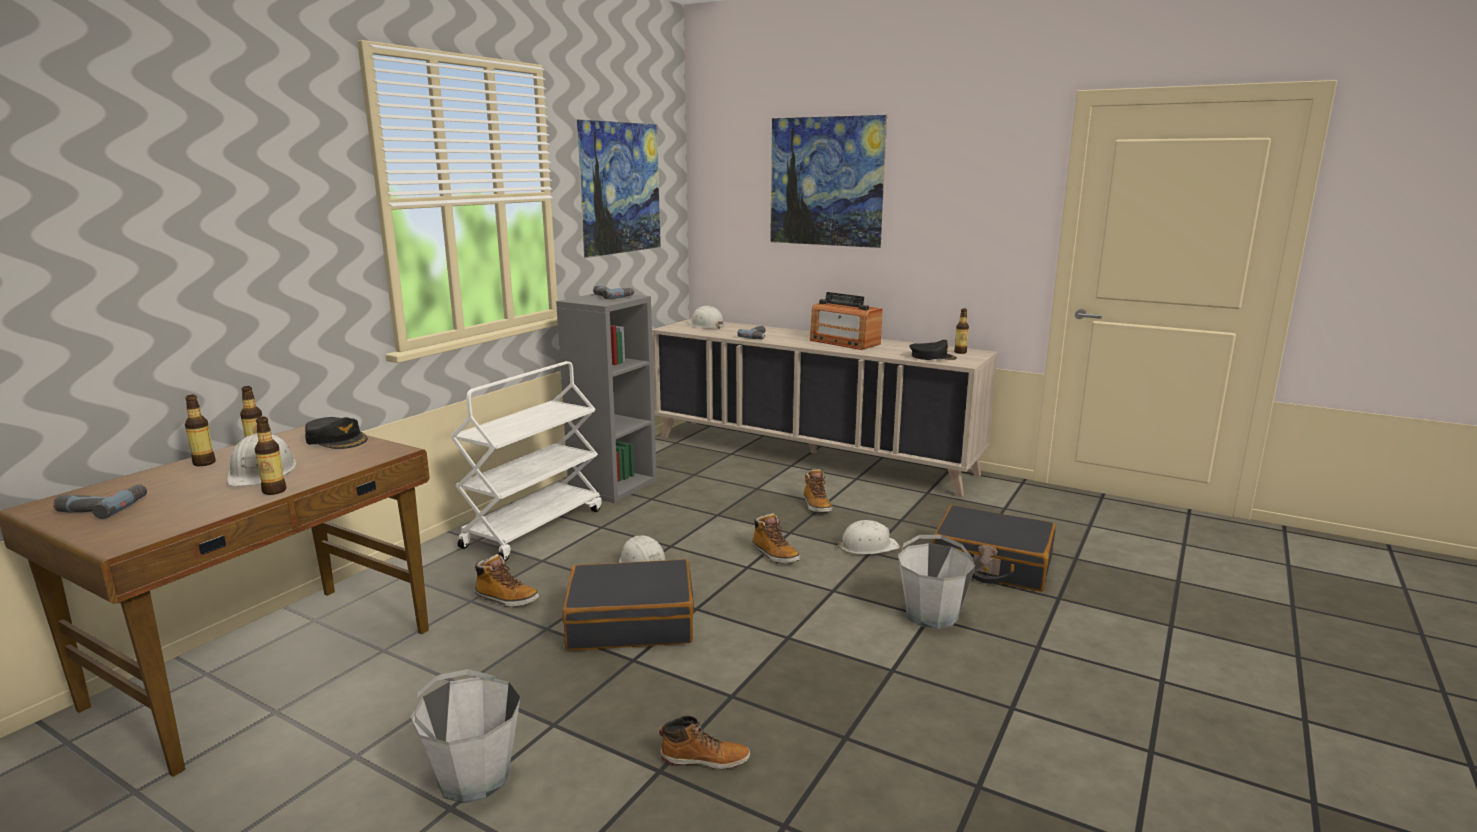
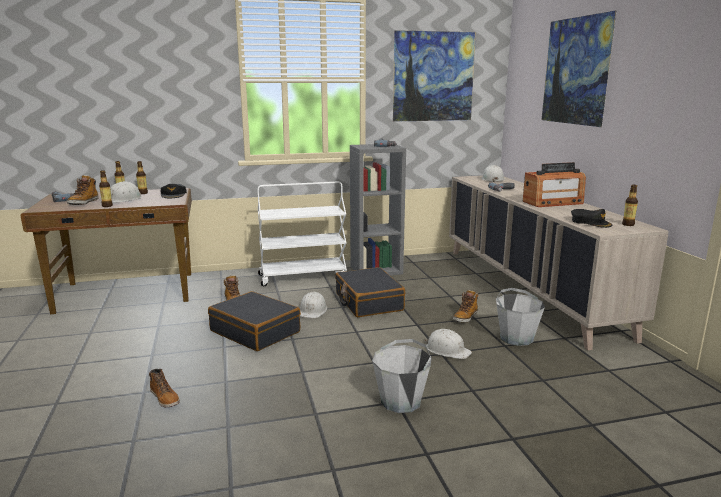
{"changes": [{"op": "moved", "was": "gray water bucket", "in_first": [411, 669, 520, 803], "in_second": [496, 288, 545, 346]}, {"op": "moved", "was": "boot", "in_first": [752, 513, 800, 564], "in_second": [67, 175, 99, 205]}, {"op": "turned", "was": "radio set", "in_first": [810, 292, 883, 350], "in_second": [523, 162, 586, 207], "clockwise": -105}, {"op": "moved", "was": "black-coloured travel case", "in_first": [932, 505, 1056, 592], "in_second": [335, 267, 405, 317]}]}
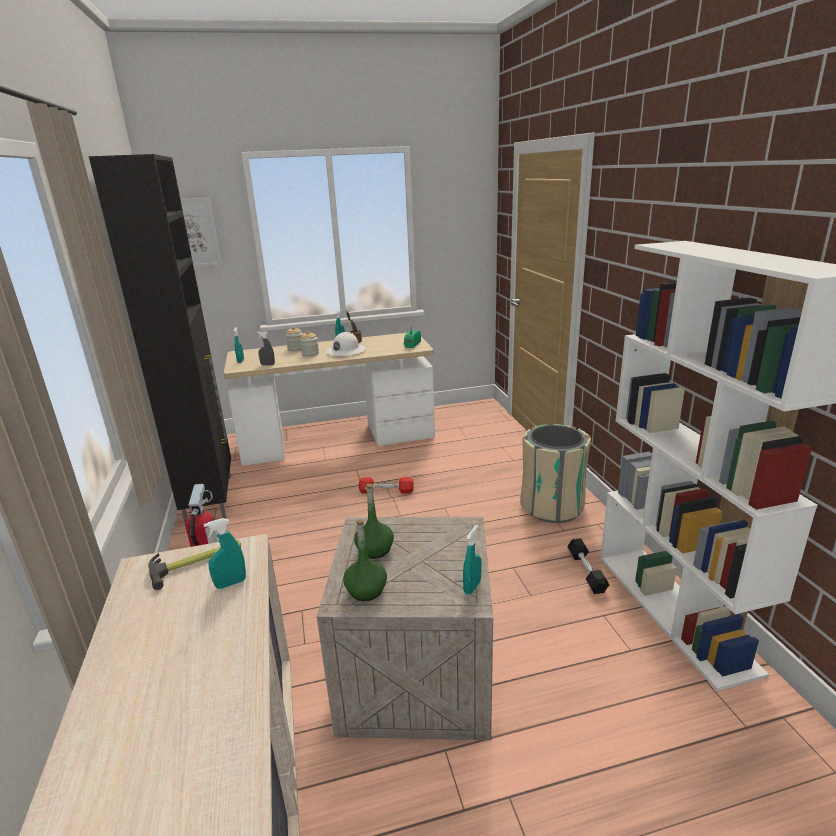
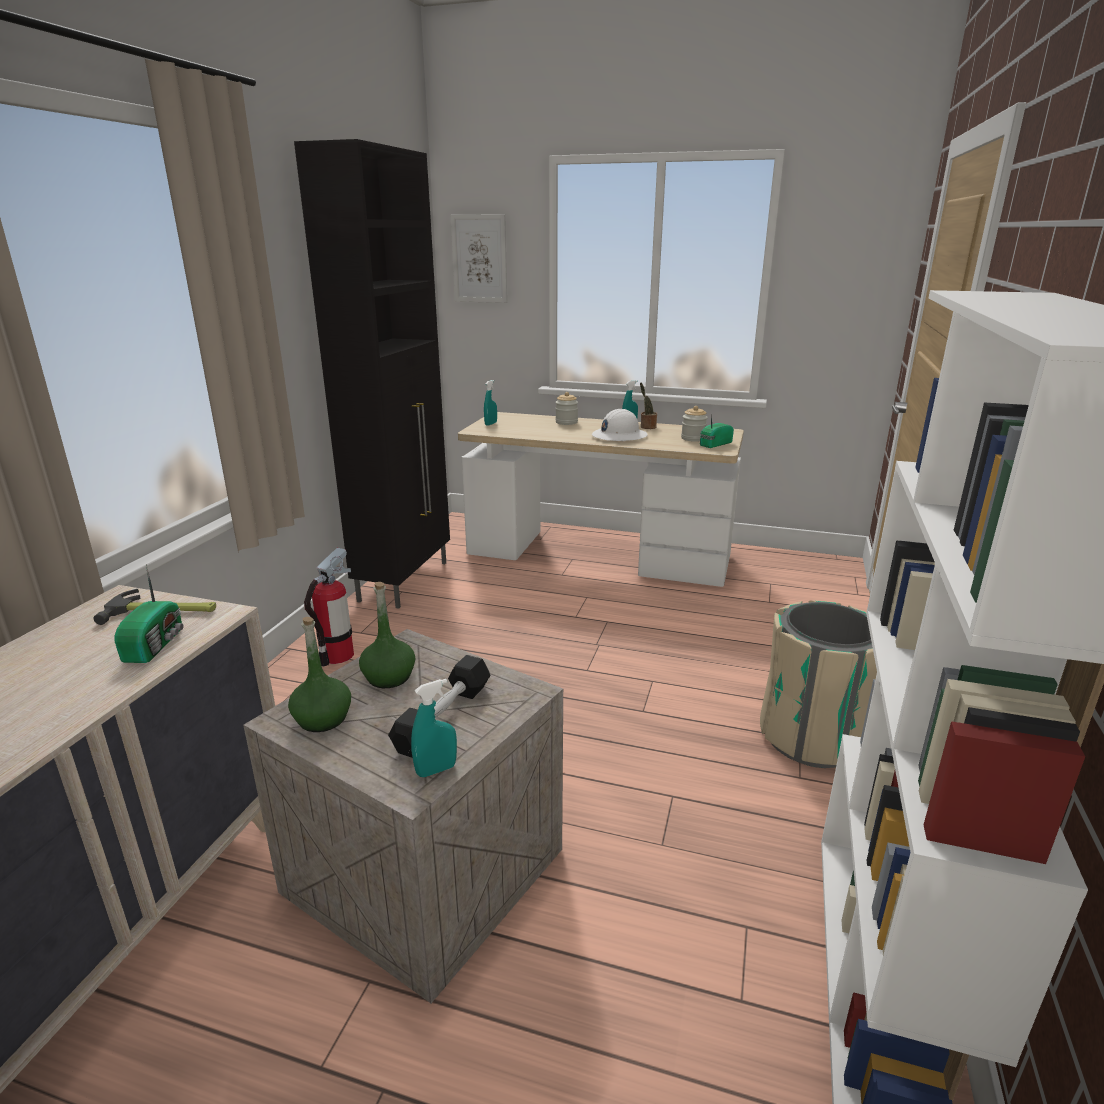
{"changes": [{"op": "replaced", "was": "blue-green spray bottle", "now": "radio set", "in_first": [204, 518, 246, 589], "in_second": [114, 564, 184, 663]}, {"op": "removed", "was": "gray spray bottle", "in_first": [257, 331, 275, 366]}, {"op": "moved", "was": "preserve jar", "in_first": [300, 331, 319, 357], "in_second": [681, 406, 708, 442]}, {"op": "removed", "was": "red free weight", "in_first": [359, 477, 414, 493]}, {"op": "moved", "was": "black-coloured free weight", "in_first": [567, 538, 609, 594], "in_second": [388, 655, 490, 758]}]}
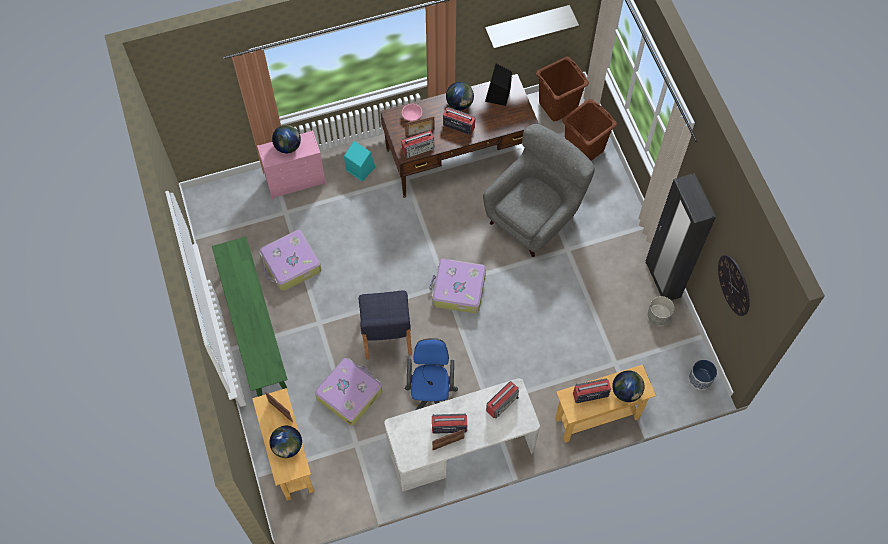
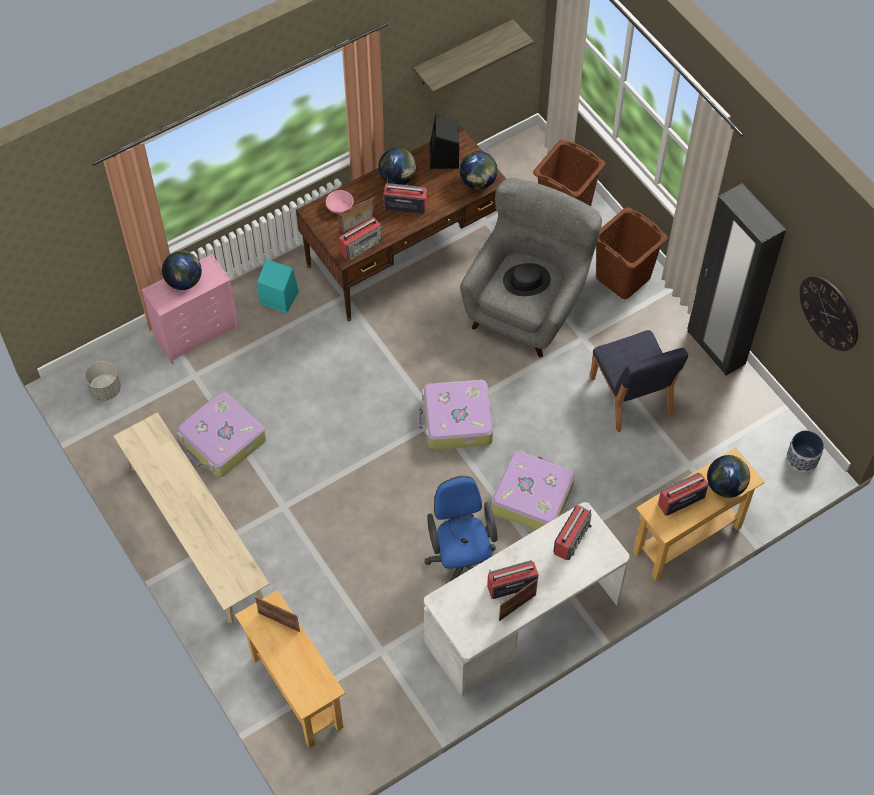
{"changes": [{"op": "recoloured", "was": "green bench", "now": "beige-coloured bench", "in_first": [212, 236, 287, 397], "in_second": [113, 412, 270, 623]}, {"op": "moved", "was": "desk globe", "in_first": [270, 426, 302, 458], "in_second": [460, 151, 498, 190]}, {"op": "moved", "was": "travel case", "in_first": [315, 358, 382, 426], "in_second": [491, 450, 575, 530]}, {"op": "moved", "was": "blue-coloured chair", "in_first": [359, 290, 412, 359], "in_second": [590, 330, 688, 432]}, {"op": "moved", "was": "brown washing basket", "in_first": [536, 57, 589, 121], "in_second": [596, 207, 668, 299]}, {"op": "moved", "was": "gray flower pot", "in_first": [647, 296, 674, 326], "in_second": [85, 361, 121, 401]}, {"op": "added", "now": "black-coloured clothing hat", "in_second": [503, 263, 551, 296]}]}
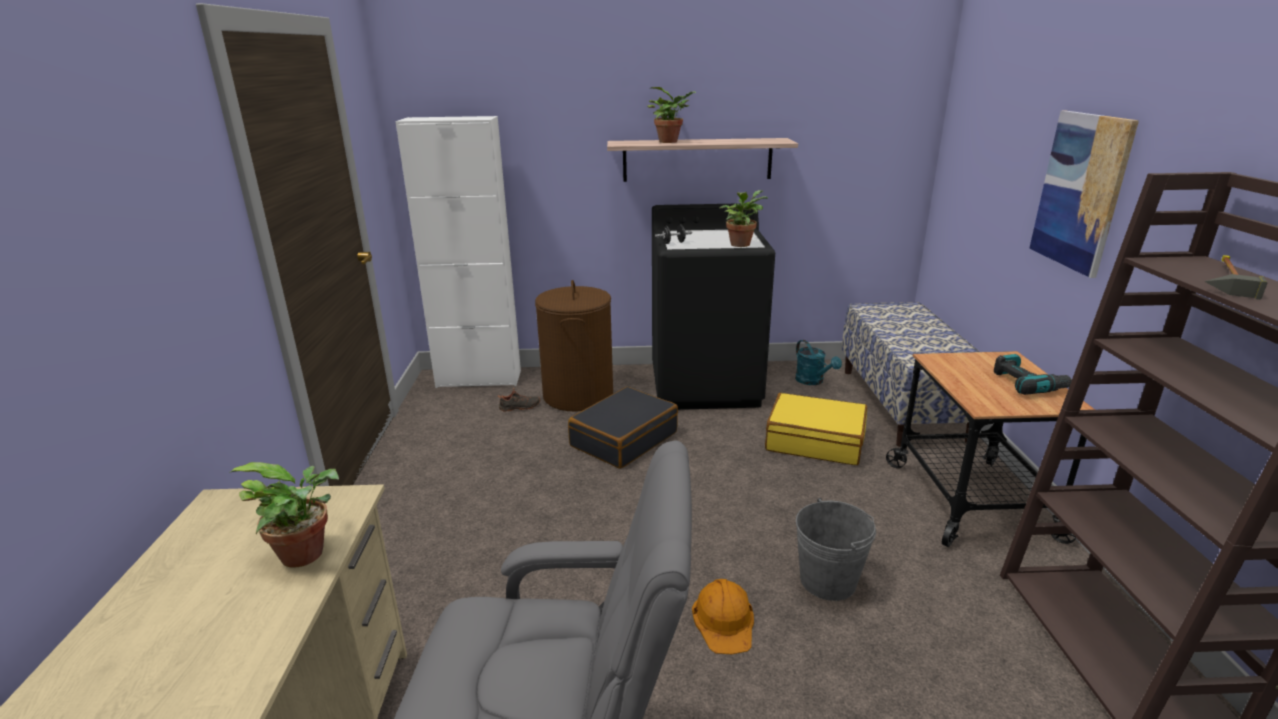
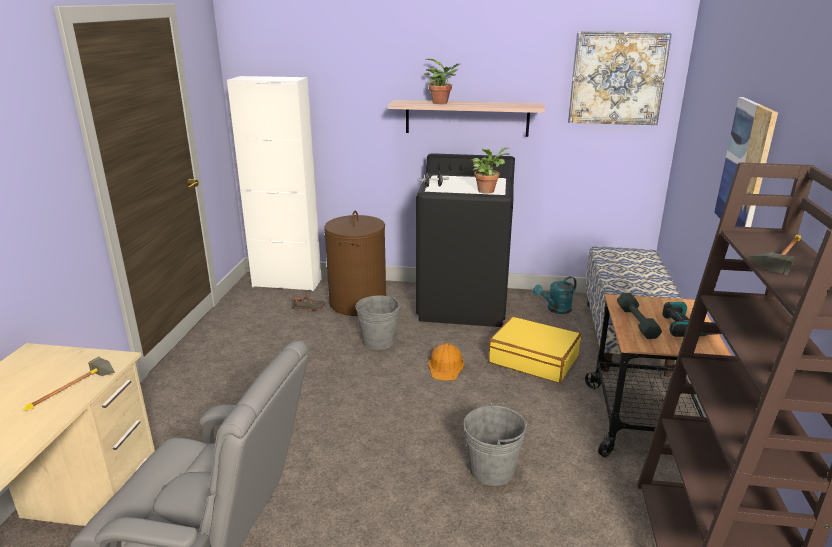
{"changes": [{"op": "replaced", "was": "potted plant", "now": "hand hammer", "in_first": [229, 462, 339, 567], "in_second": [23, 357, 115, 410]}, {"op": "replaced", "was": "black-coloured travel case", "now": "gray water bucket", "in_first": [568, 387, 678, 469], "in_second": [355, 296, 400, 350]}, {"op": "moved", "was": "orange work helmet", "in_first": [692, 579, 754, 654], "in_second": [428, 343, 464, 380]}, {"op": "turned", "was": "blue-green watering pot", "in_first": [795, 340, 842, 385], "in_second": [533, 276, 577, 314], "clockwise": 75}, {"op": "added", "now": "wall art", "in_second": [568, 31, 672, 125]}, {"op": "added", "now": "gray free weight", "in_second": [617, 293, 662, 339]}]}
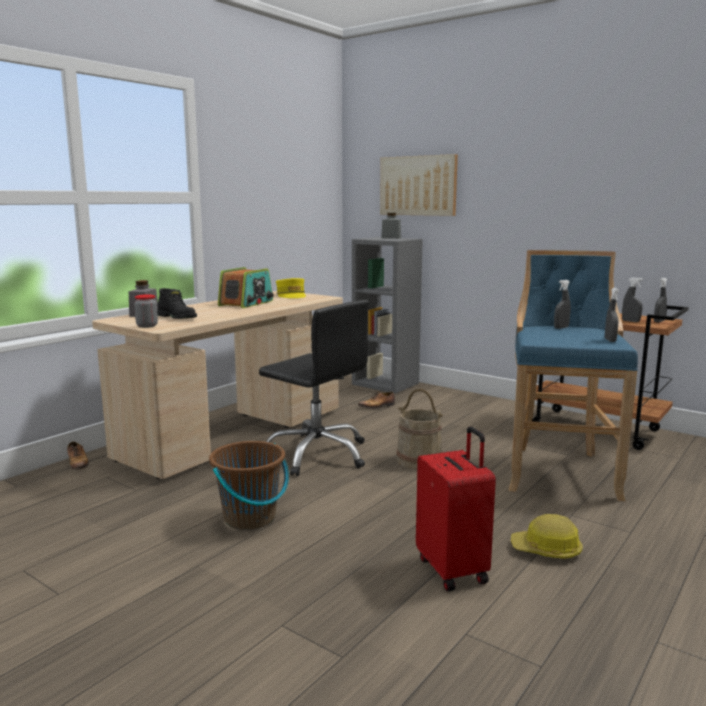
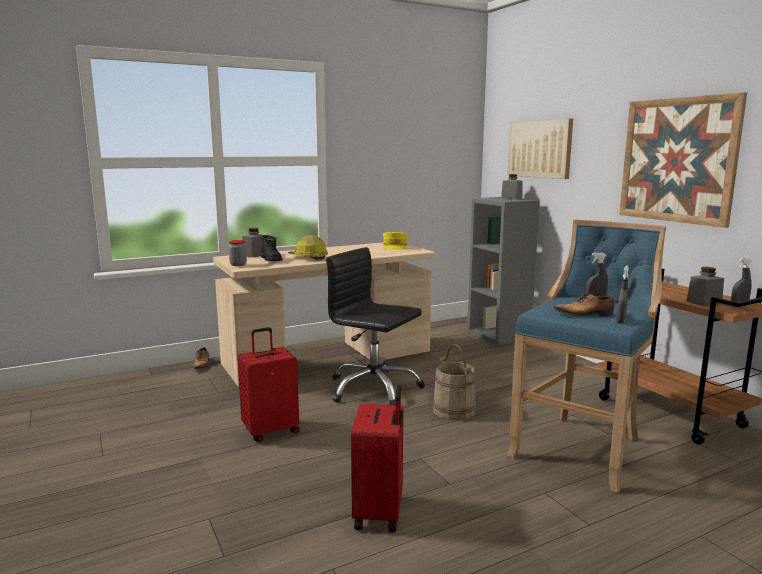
{"changes": [{"op": "replaced", "was": "brown water bucket", "now": "red travel case", "in_first": [209, 441, 289, 530], "in_second": [238, 327, 300, 442]}, {"op": "removed", "was": "radio set", "in_first": [218, 267, 274, 308]}, {"op": "turned", "was": "black-coloured desk chair", "in_first": [259, 300, 369, 476], "in_second": [326, 247, 425, 406], "clockwise": 150}, {"op": "moved", "was": "shoe", "in_first": [358, 391, 395, 409], "in_second": [553, 292, 615, 316]}, {"op": "moved", "was": "work helmet", "in_first": [511, 514, 582, 559], "in_second": [288, 235, 328, 260]}, {"op": "replaced", "was": "gray spray bottle", "now": "gray preserve jar", "in_first": [622, 278, 643, 322], "in_second": [686, 267, 724, 306]}, {"op": "added", "now": "wall art", "in_second": [619, 92, 747, 228]}]}
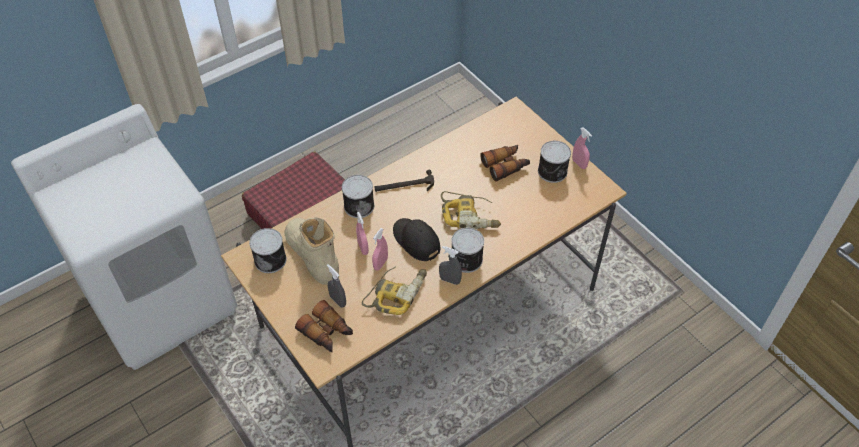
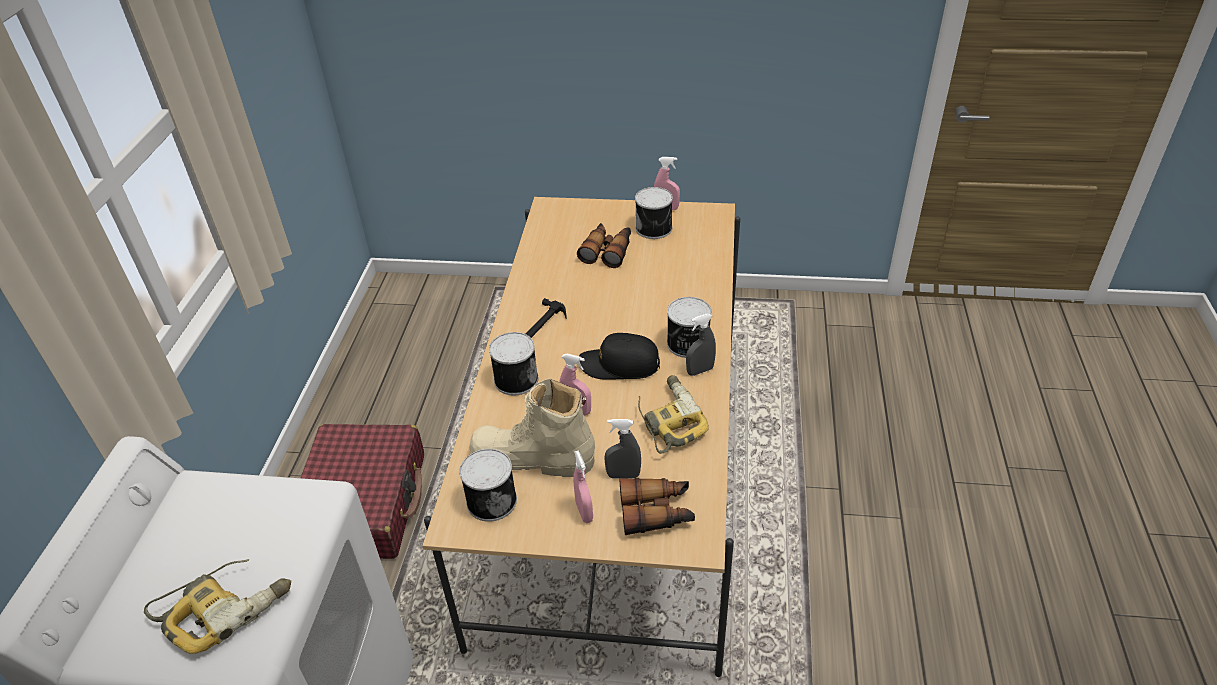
{"changes": [{"op": "moved", "was": "pink-coloured spray bottle", "in_first": [372, 228, 388, 271], "in_second": [573, 450, 593, 523]}, {"op": "moved", "was": "electric drill", "in_first": [441, 191, 501, 229], "in_second": [144, 559, 291, 654]}]}
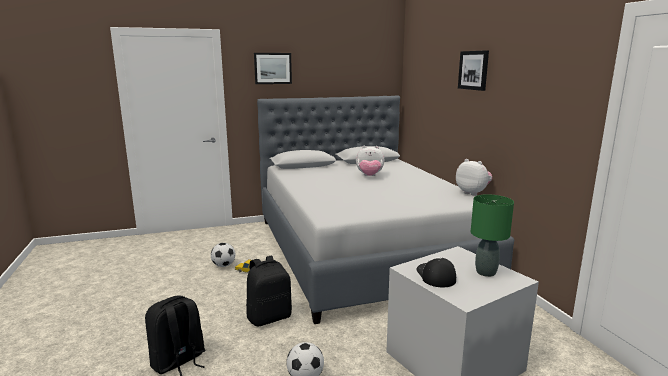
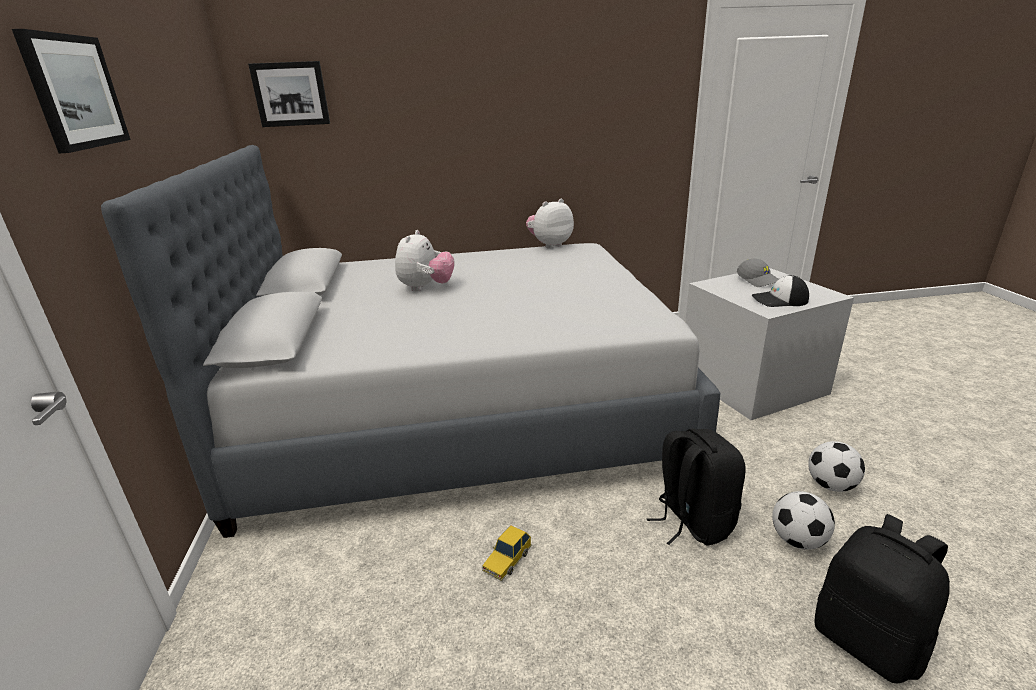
{"changes": [{"op": "moved", "was": "football ball", "in_first": [211, 243, 235, 267], "in_second": [772, 491, 835, 550]}, {"op": "moved", "was": "wall art", "in_first": [458, 50, 489, 91], "in_second": [248, 61, 330, 127]}, {"op": "replaced", "was": "green tabletop lamp", "now": "gray baseball cap", "in_first": [471, 194, 514, 277], "in_second": [737, 259, 779, 287]}]}
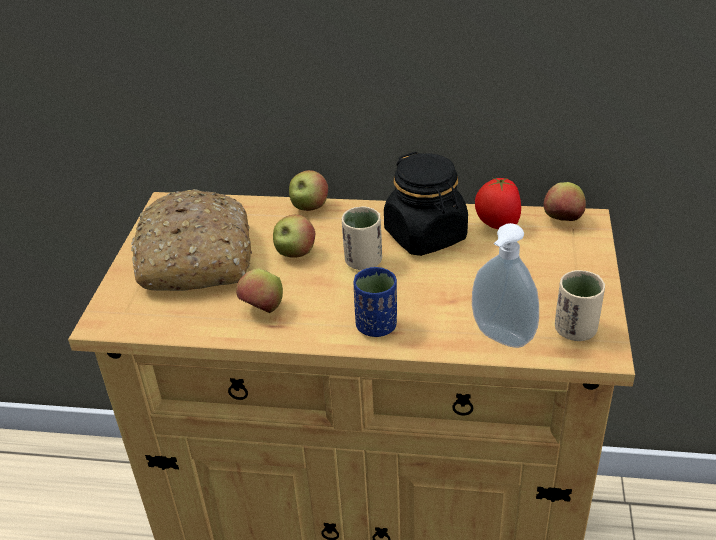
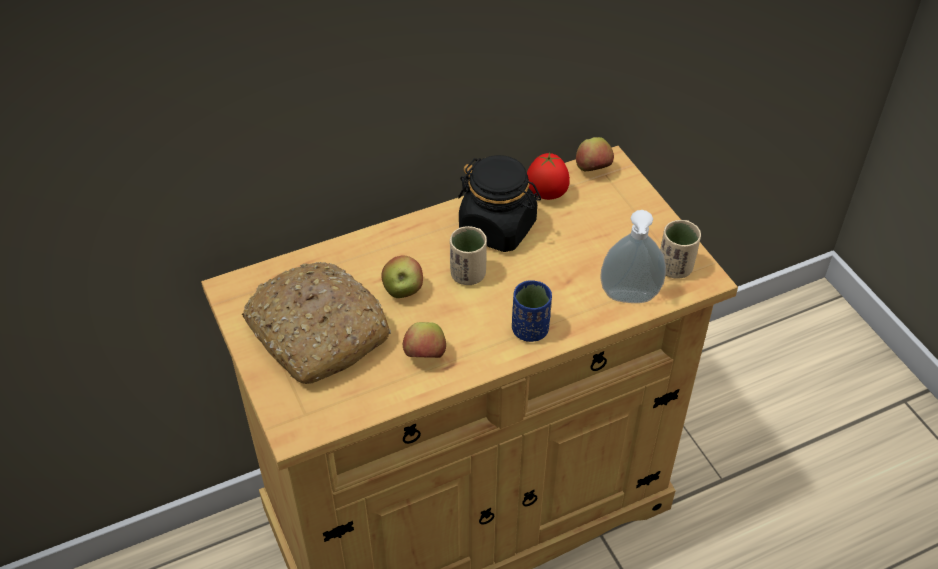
{"changes": [{"op": "removed", "was": "apple fruit", "in_first": [289, 170, 328, 211]}]}
